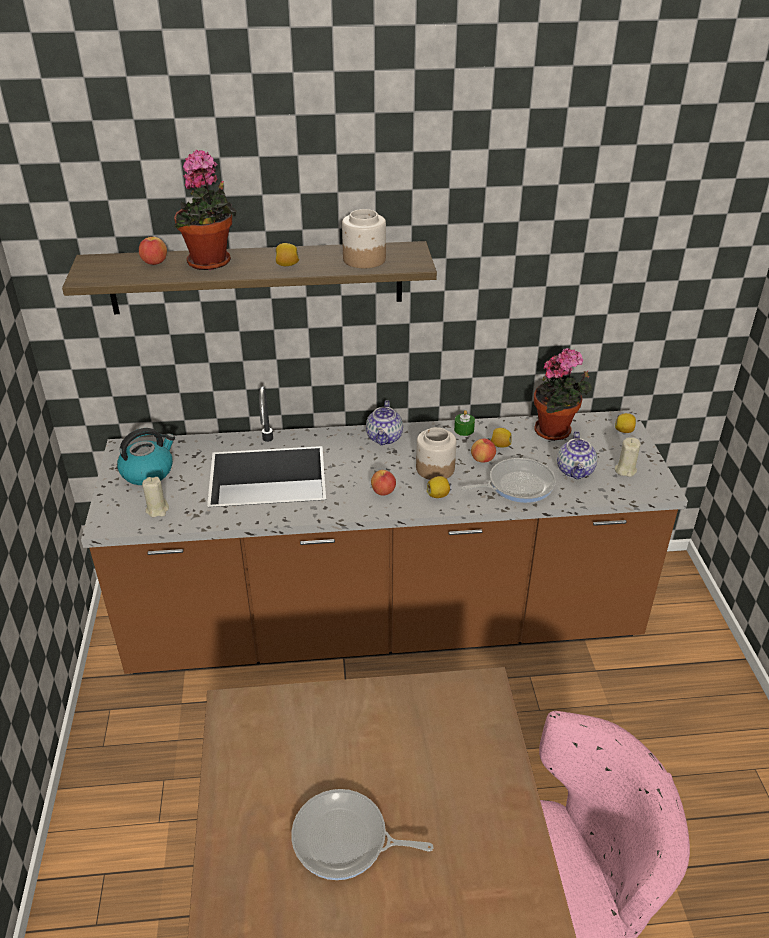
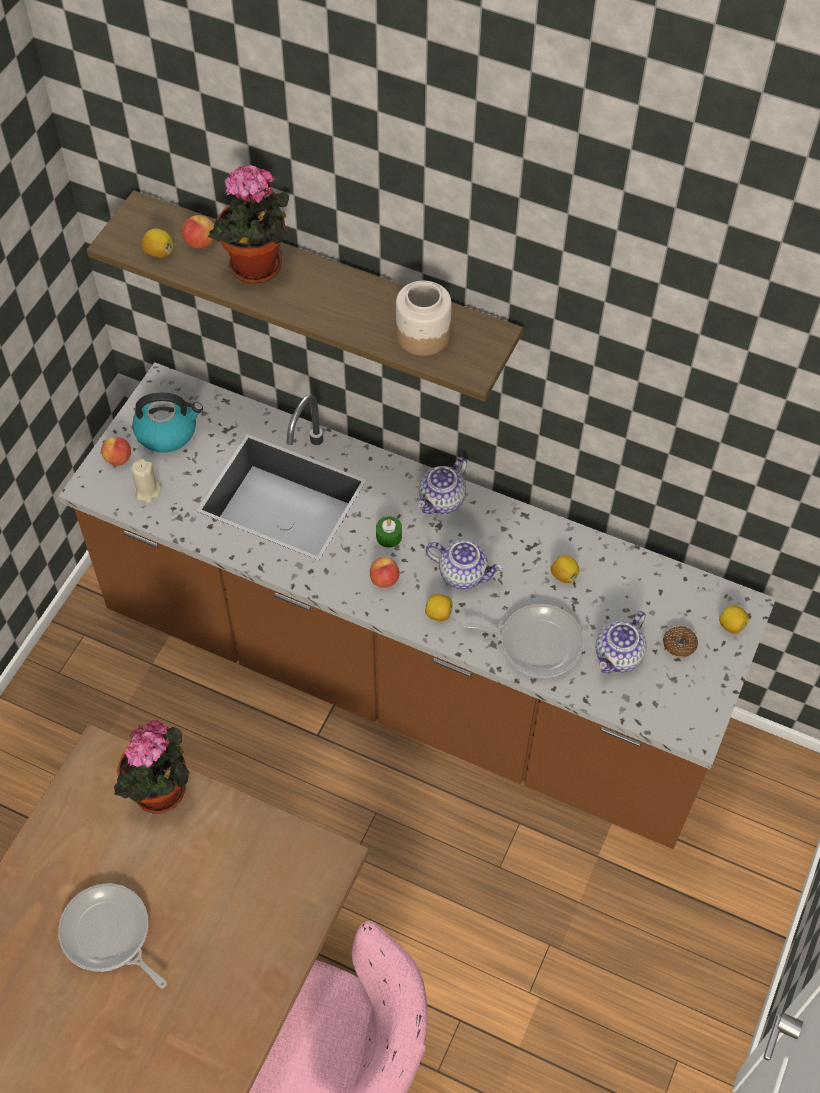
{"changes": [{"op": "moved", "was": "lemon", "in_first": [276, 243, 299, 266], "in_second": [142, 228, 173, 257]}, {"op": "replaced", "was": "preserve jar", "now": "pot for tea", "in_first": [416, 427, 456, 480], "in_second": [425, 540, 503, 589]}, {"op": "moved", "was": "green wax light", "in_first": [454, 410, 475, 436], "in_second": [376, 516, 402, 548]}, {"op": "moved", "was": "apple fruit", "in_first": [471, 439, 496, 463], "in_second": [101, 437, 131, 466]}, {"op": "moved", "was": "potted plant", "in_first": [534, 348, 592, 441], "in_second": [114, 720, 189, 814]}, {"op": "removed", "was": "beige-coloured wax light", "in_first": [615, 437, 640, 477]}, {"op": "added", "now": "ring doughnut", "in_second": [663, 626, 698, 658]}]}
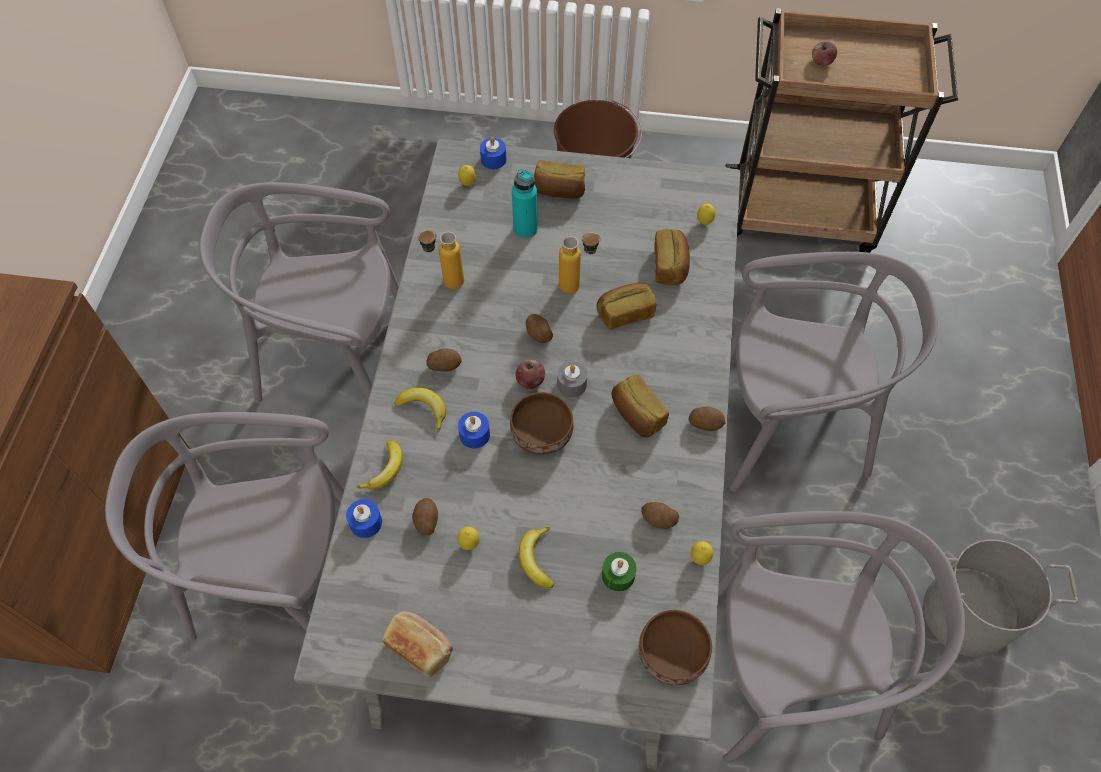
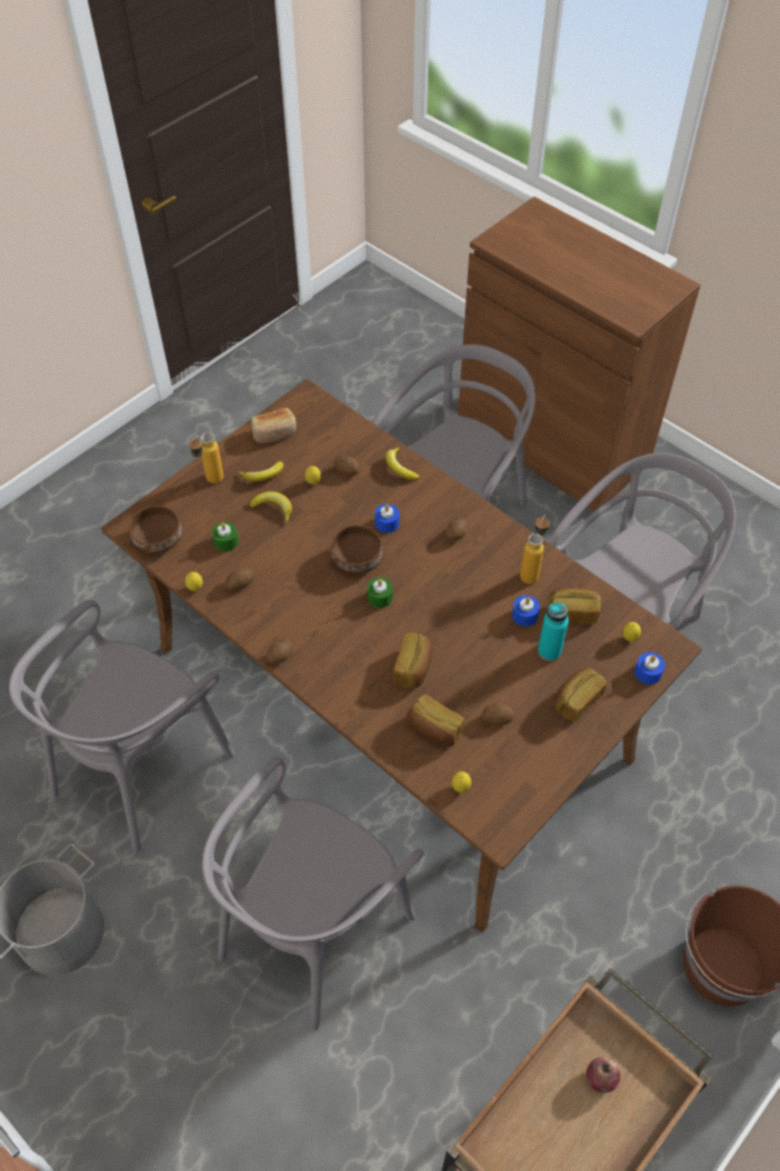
{"changes": [{"op": "recoloured", "was": "gray kitchen table", "now": "brown kitchen table", "in_first": [294, 139, 740, 769], "in_second": [101, 379, 702, 933]}, {"op": "moved", "was": "blue-coloured wax light", "in_first": [346, 499, 382, 538], "in_second": [512, 595, 540, 626]}, {"op": "moved", "was": "banana", "in_first": [394, 388, 446, 432], "in_second": [238, 461, 284, 481]}, {"op": "removed", "was": "apple fruit", "in_first": [516, 360, 545, 389]}, {"op": "moved", "was": "potato", "in_first": [526, 314, 553, 343], "in_second": [481, 703, 514, 725]}, {"op": "recoloured", "was": "gray wax light", "now": "green wax light", "in_first": [557, 361, 587, 397], "in_second": [367, 577, 393, 608]}, {"op": "moved", "was": "beverage bottle", "in_first": [559, 233, 601, 294], "in_second": [188, 433, 224, 483]}, {"op": "moved", "was": "bakery bread", "in_first": [611, 375, 669, 438], "in_second": [548, 588, 601, 624]}]}
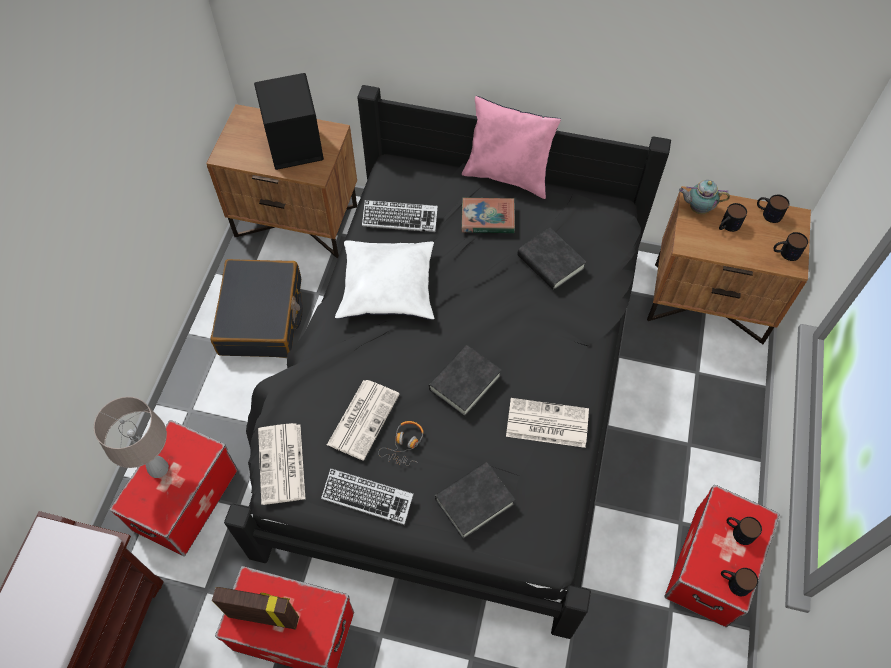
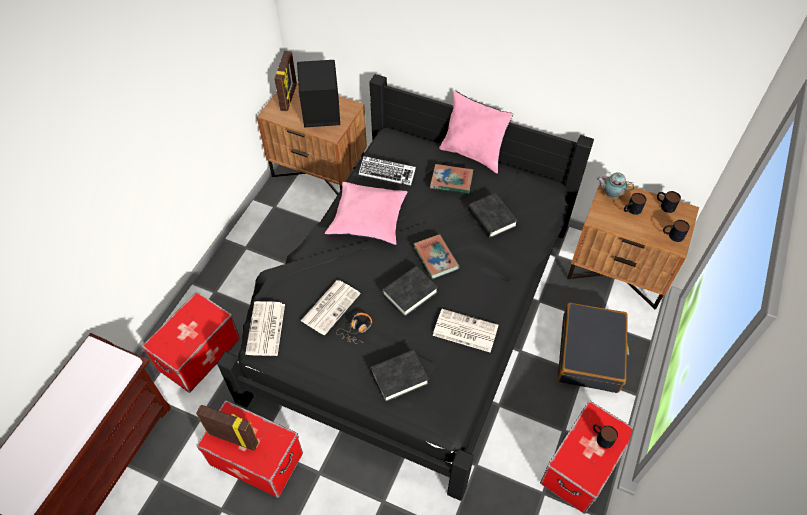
{"changes": [{"op": "removed", "was": "beige-coloured tabletop lamp", "in_first": [94, 397, 169, 478]}, {"op": "moved", "was": "black-coloured travel case", "in_first": [211, 259, 303, 358], "in_second": [558, 303, 629, 393]}, {"op": "removed", "was": "keyboard", "in_first": [321, 468, 413, 525]}, {"op": "recoloured", "was": "white pillow", "now": "pink-coloured pillow", "in_first": [335, 240, 434, 320], "in_second": [325, 182, 407, 245]}, {"op": "removed", "was": "mug", "in_first": [721, 568, 758, 596]}, {"op": "added", "now": "picture frame", "in_second": [274, 51, 297, 111]}, {"op": "added", "now": "volume", "in_second": [414, 234, 460, 279]}]}
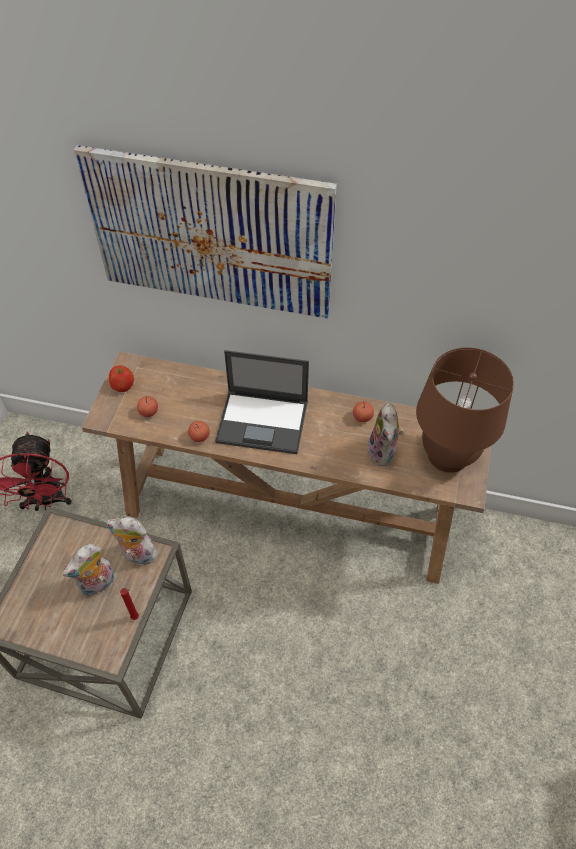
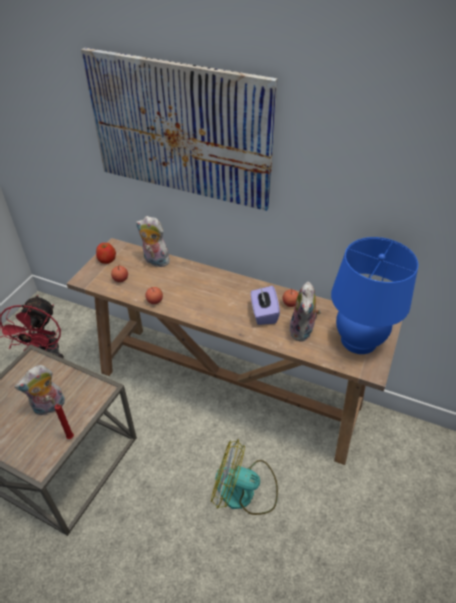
{"changes": [{"op": "moved", "was": "soft toy", "in_first": [106, 517, 158, 565], "in_second": [136, 216, 170, 267]}, {"op": "removed", "was": "laptop", "in_first": [215, 350, 309, 454]}, {"op": "recoloured", "was": "brown tabletop lamp", "now": "blue-coloured tabletop lamp", "in_first": [416, 347, 514, 473], "in_second": [331, 237, 418, 354]}, {"op": "added", "now": "fan", "in_second": [211, 439, 278, 515]}, {"op": "added", "now": "purplish tissue holder", "in_second": [251, 286, 280, 325]}]}
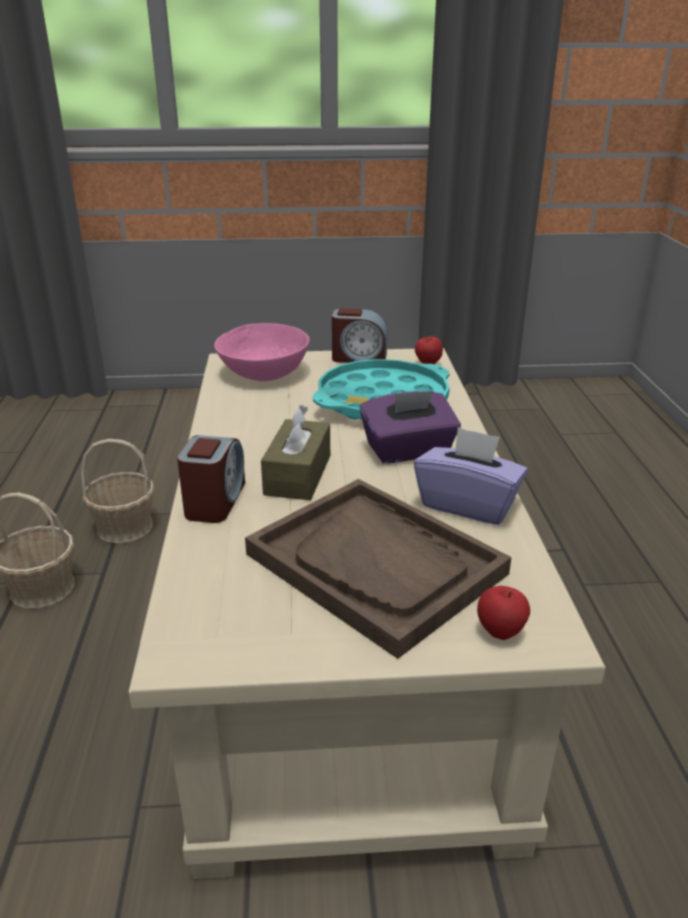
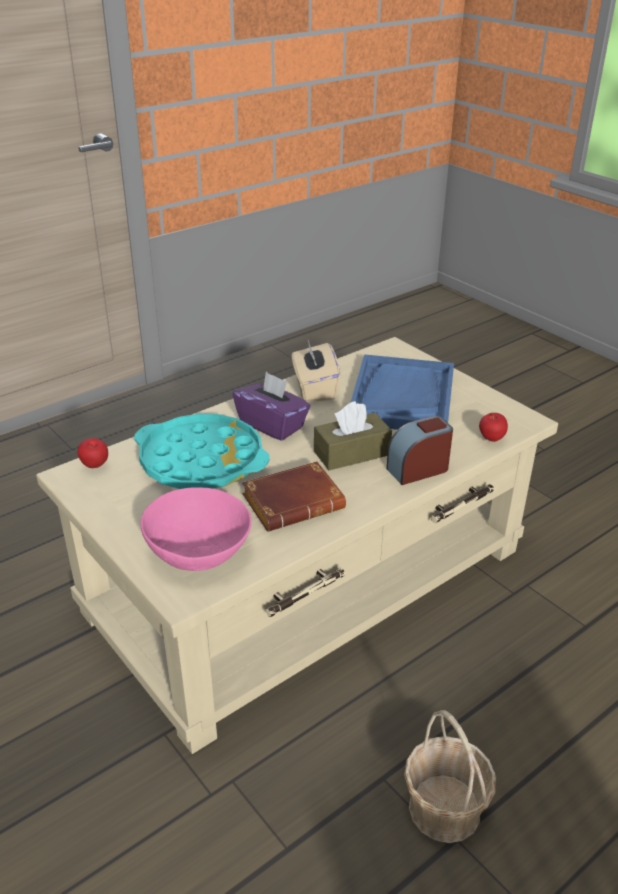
{"changes": [{"op": "removed", "was": "household basket", "in_first": [81, 439, 154, 544]}, {"op": "recoloured", "was": "brown tray", "now": "blue-coloured tray", "in_first": [245, 479, 511, 659], "in_second": [350, 354, 454, 430]}, {"op": "removed", "was": "alarm clock", "in_first": [332, 308, 387, 363]}, {"op": "recoloured", "was": "purplish tissue holder", "now": "beige-coloured tissue holder", "in_first": [414, 427, 528, 525], "in_second": [292, 340, 340, 402]}, {"op": "moved", "was": "apple fruit", "in_first": [477, 586, 530, 640], "in_second": [479, 413, 508, 442]}, {"op": "added", "now": "brown volume", "in_second": [242, 461, 346, 532]}]}
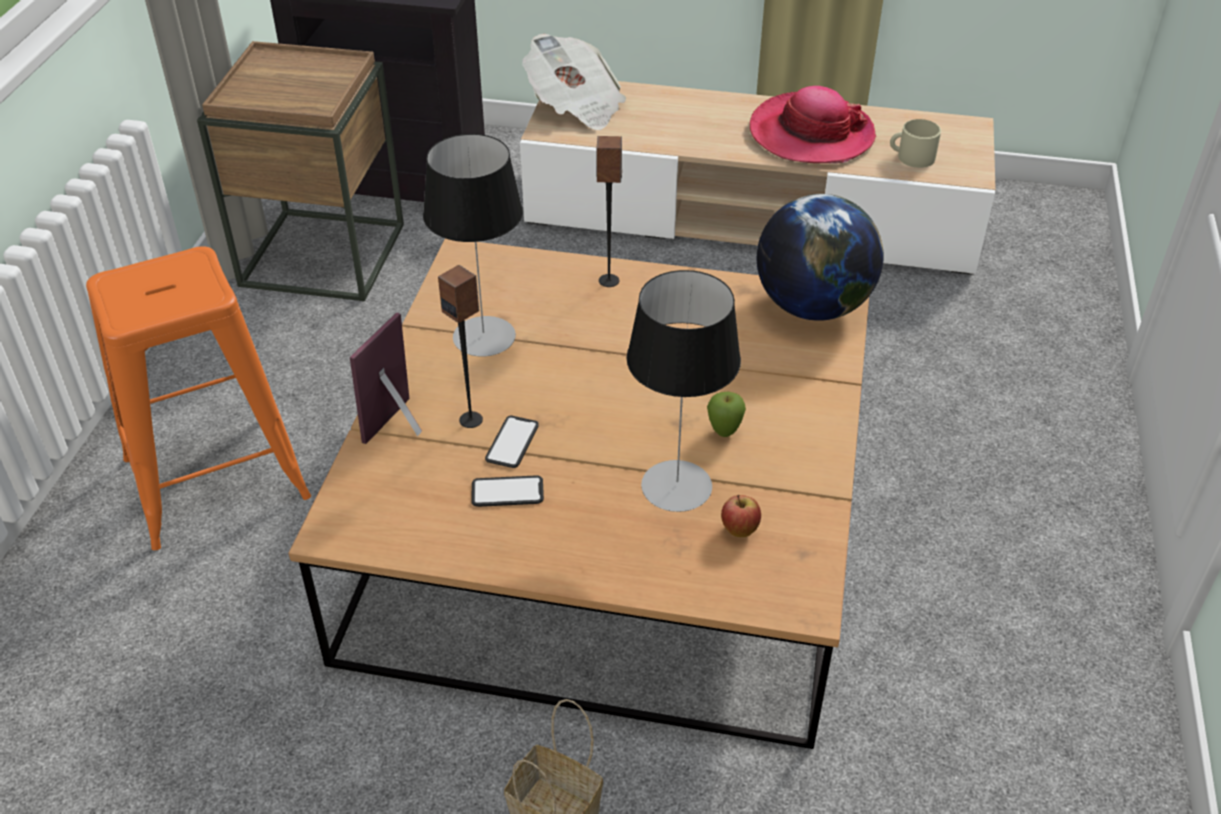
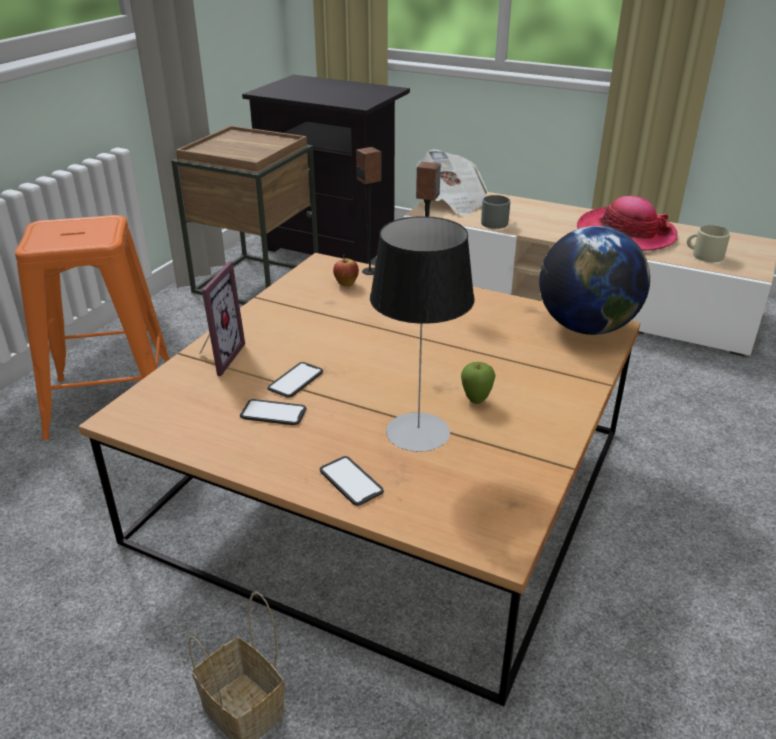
{"changes": [{"op": "turned", "was": "picture frame", "in_first": [350, 312, 422, 444], "in_second": [199, 261, 245, 376], "clockwise": 150}, {"op": "removed", "was": "tabletop lamp", "in_first": [423, 134, 523, 357]}, {"op": "moved", "was": "speaker", "in_first": [438, 265, 483, 428], "in_second": [356, 147, 381, 275]}, {"op": "moved", "was": "apple fruit", "in_first": [721, 495, 761, 537], "in_second": [333, 255, 359, 287]}, {"op": "added", "now": "handset", "in_second": [320, 456, 384, 506]}, {"op": "added", "now": "gray mug", "in_second": [481, 195, 510, 229]}]}
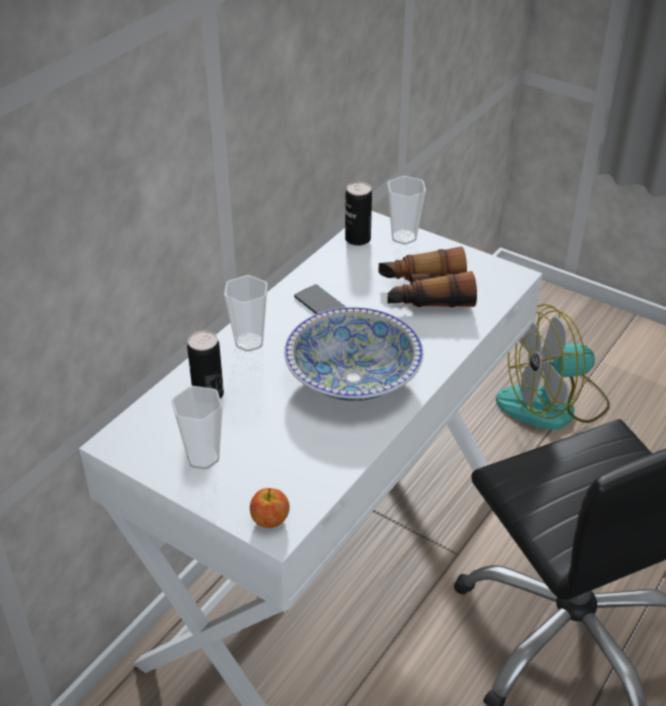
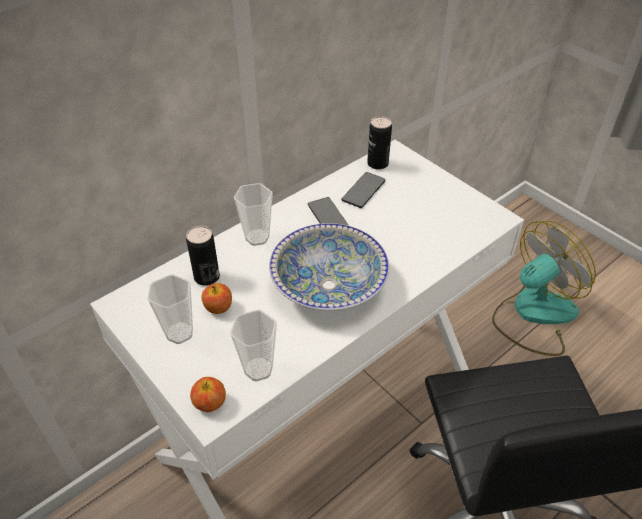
{"changes": [{"op": "removed", "was": "field glasses", "in_first": [379, 246, 477, 308]}, {"op": "moved", "was": "drinking cup", "in_first": [387, 176, 426, 245], "in_second": [230, 310, 277, 381]}, {"op": "turned", "was": "fan", "in_first": [496, 304, 610, 430], "in_second": [492, 221, 596, 356], "clockwise": 150}, {"op": "added", "now": "apple fruit", "in_second": [201, 283, 232, 314]}, {"op": "added", "now": "handset", "in_second": [342, 172, 385, 208]}]}
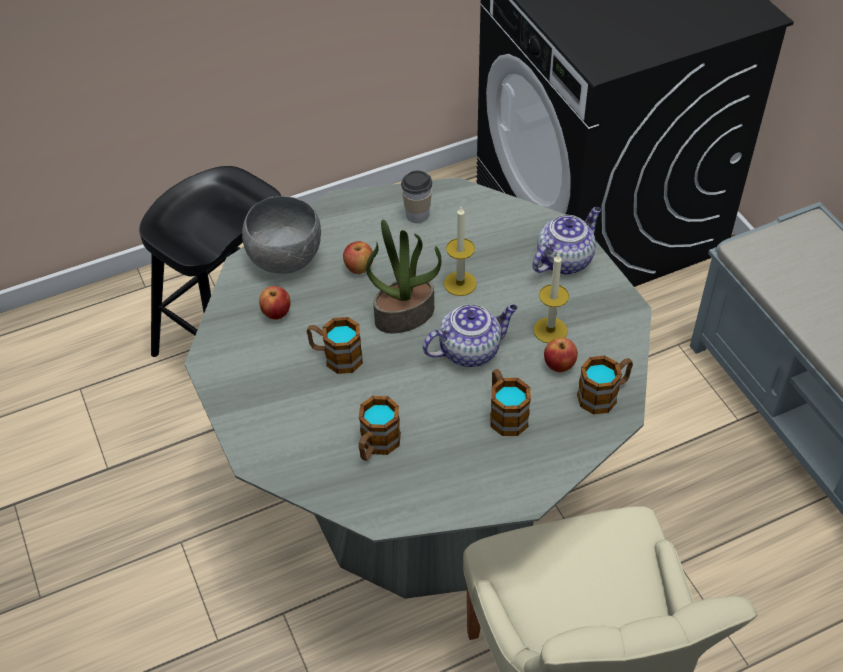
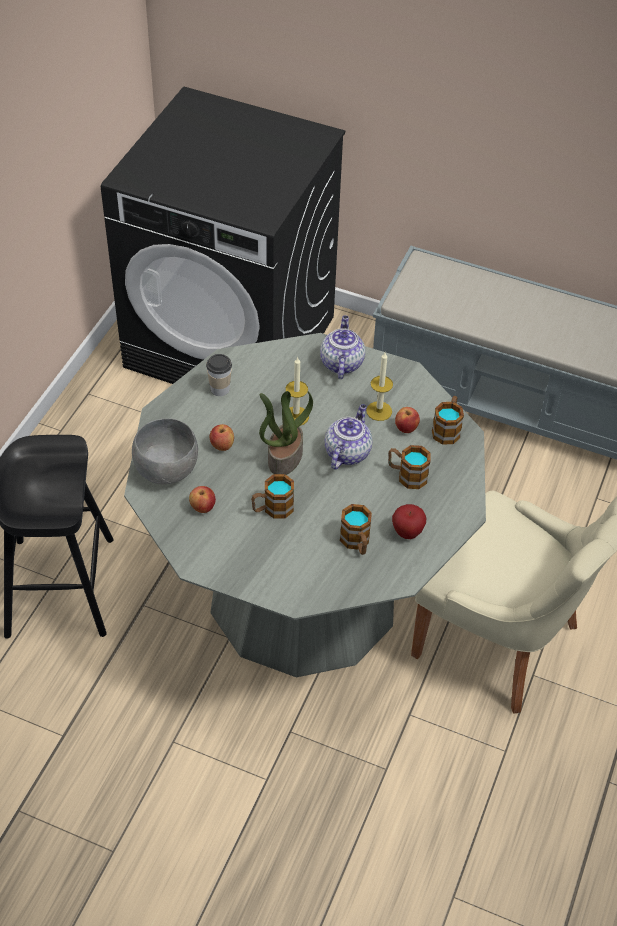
{"changes": [{"op": "added", "now": "apple fruit", "in_second": [392, 504, 426, 539]}]}
